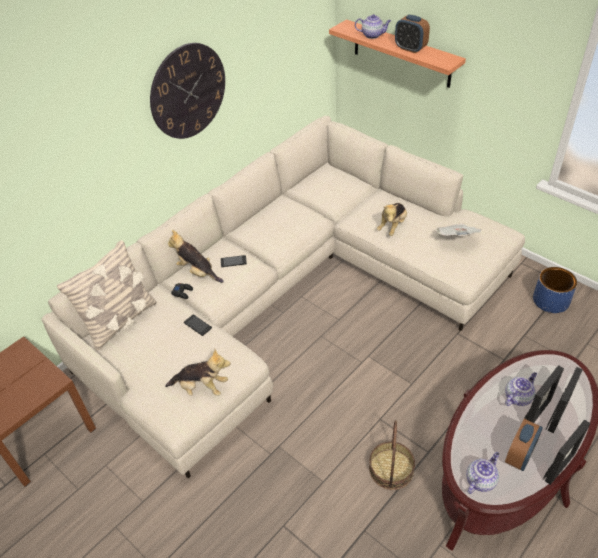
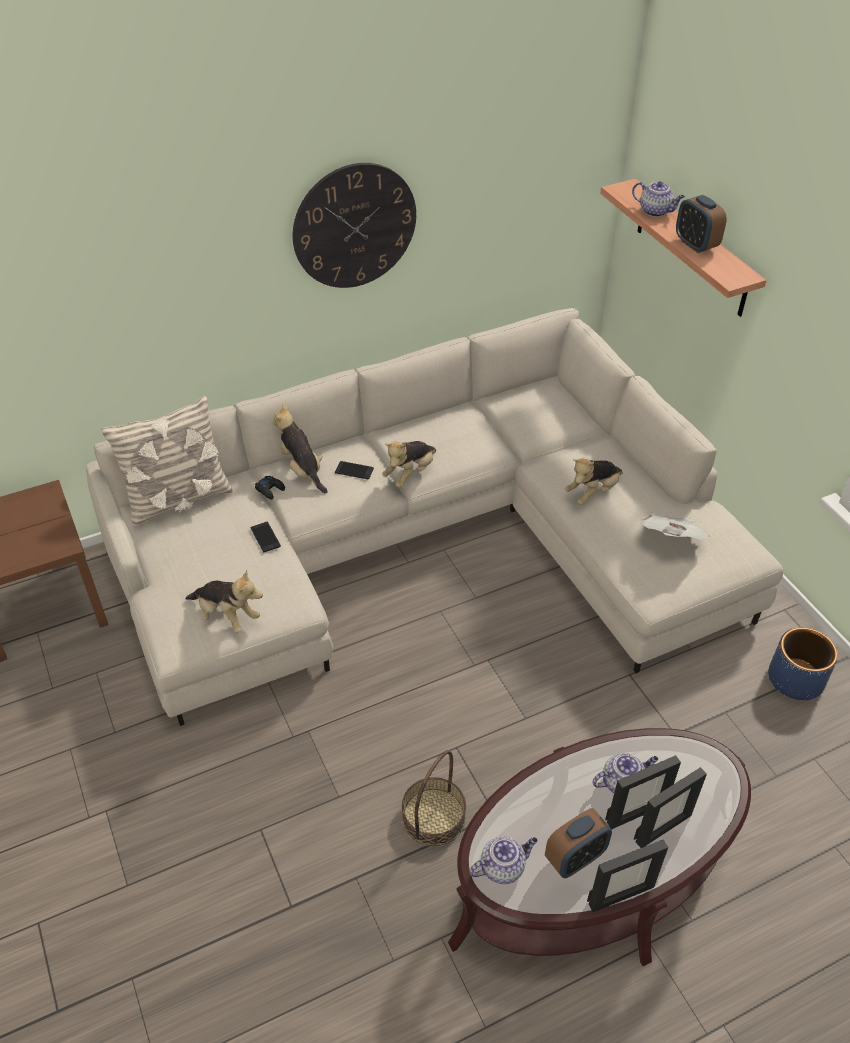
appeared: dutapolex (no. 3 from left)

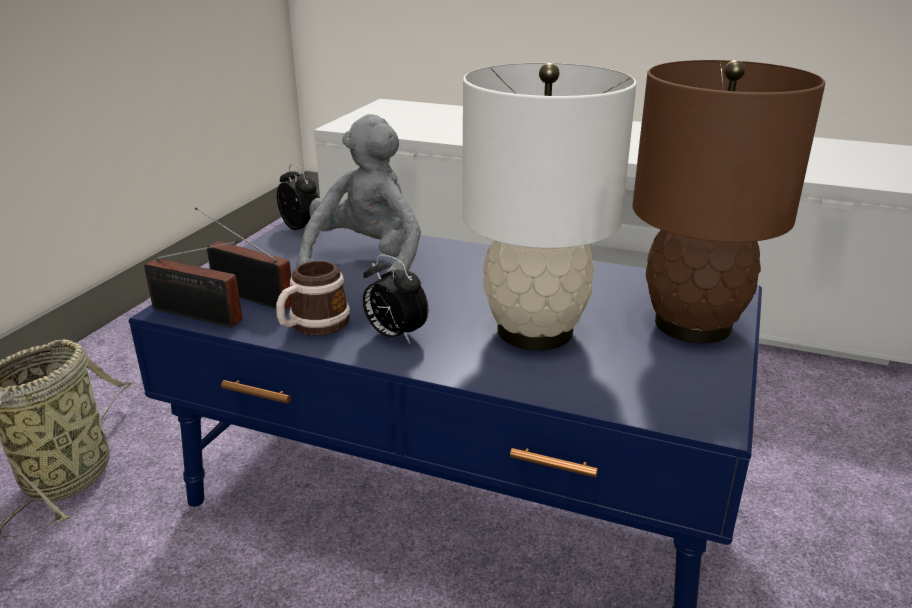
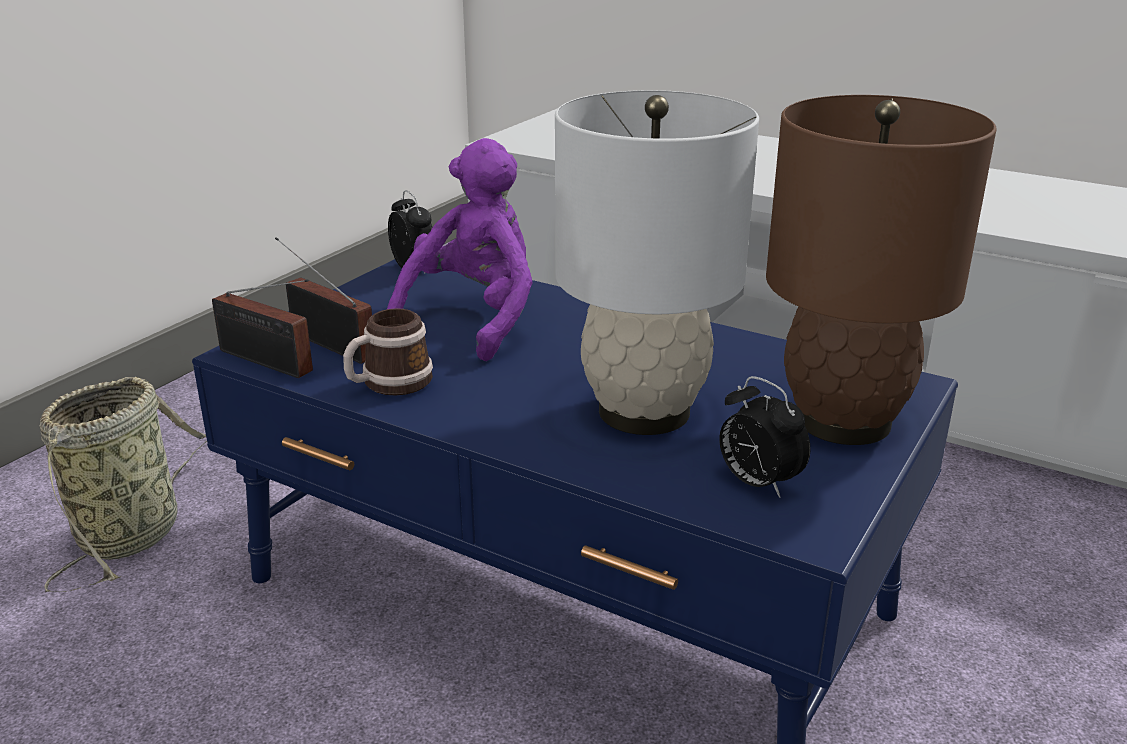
relocated: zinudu (no. 2 from left)
colour: dutapolex (grey) to dutapolex (purple)

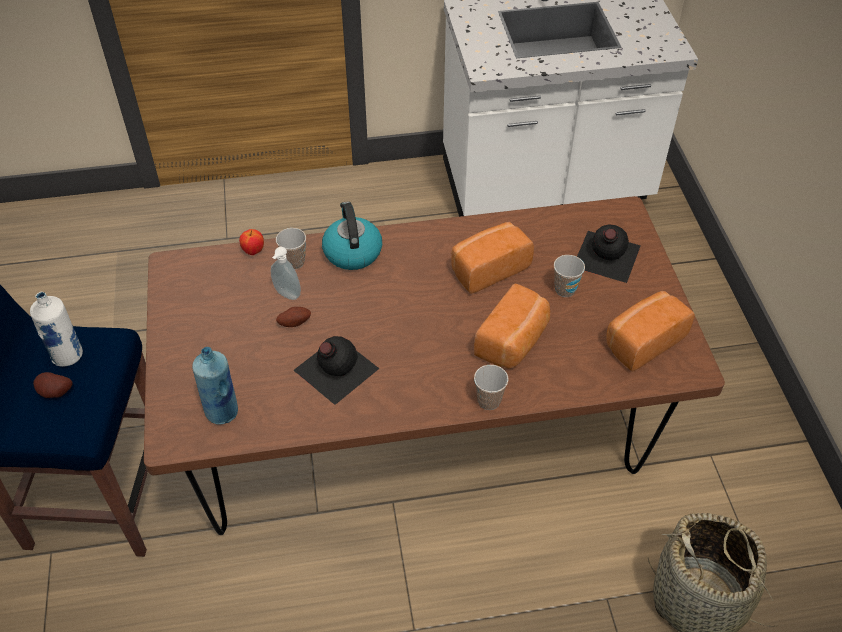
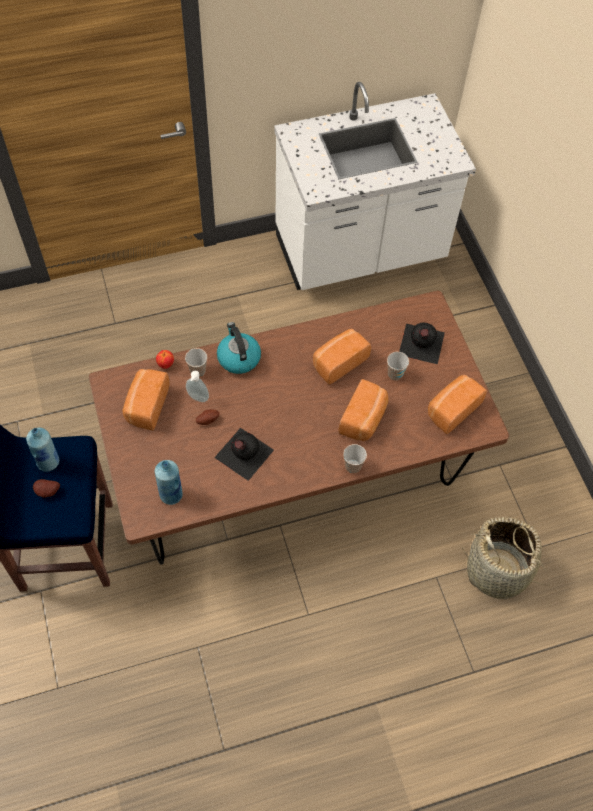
appeared: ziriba (no. 1 from left)
colour: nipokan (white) to nipokan (blue) (no. 1 from left)

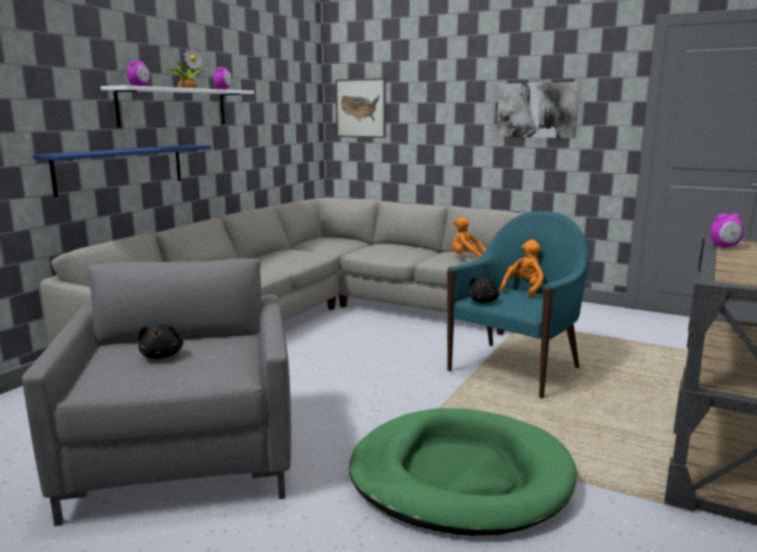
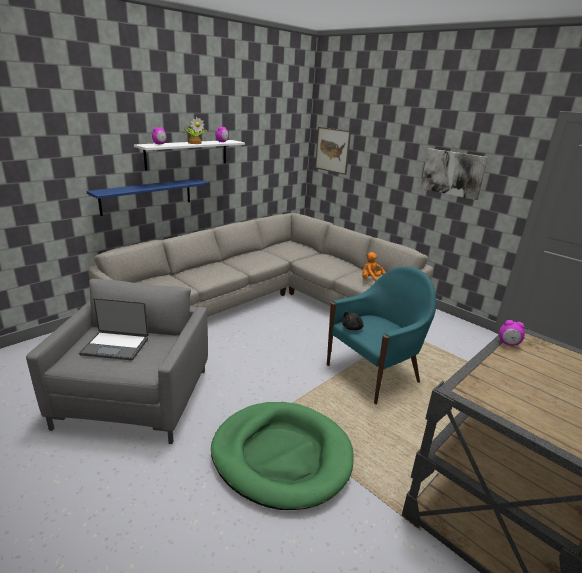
missing: dutapolex (orange) (no. 2 from left)
exchanged: dutapolex (black) (no. 1 from left) to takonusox

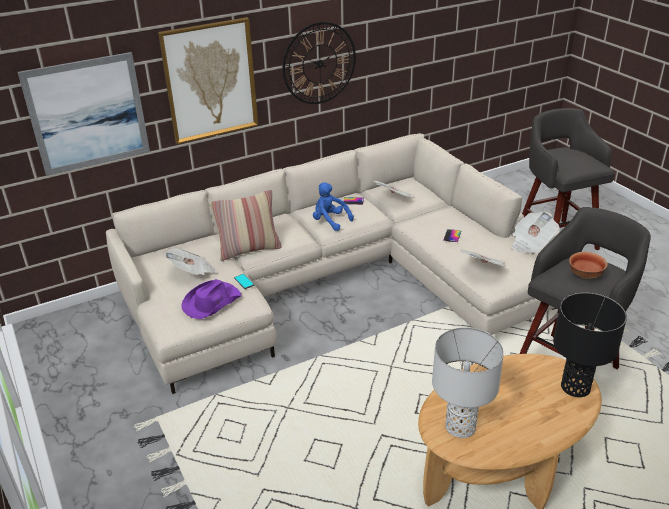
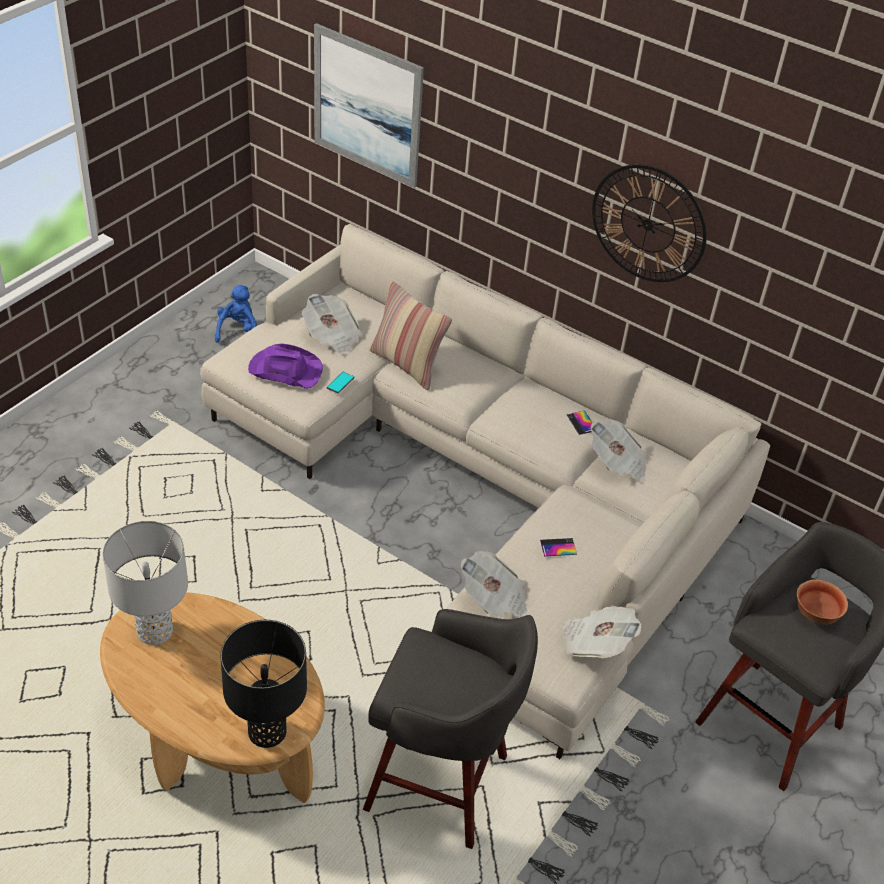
missing: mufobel (no. 2 from left)
relocated: dutapolex (blue); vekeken

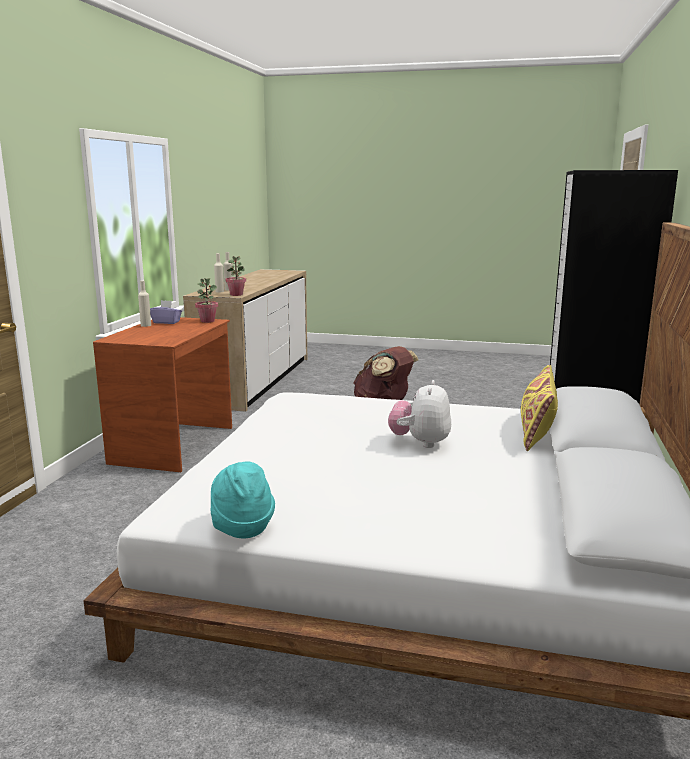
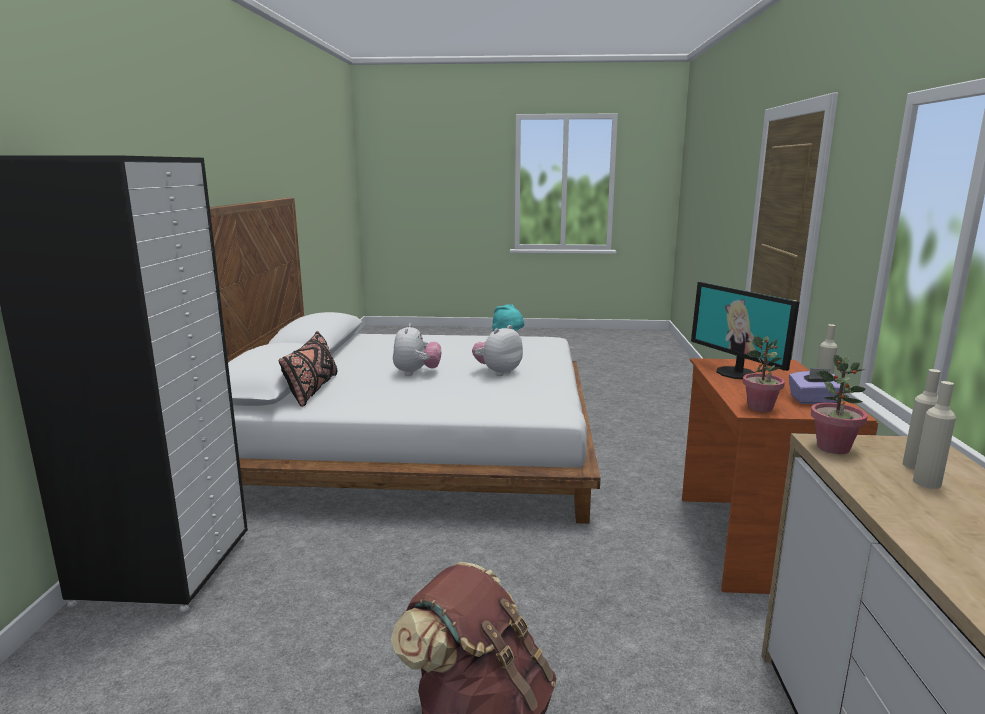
appeared: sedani; dutapolex (no. 2 from left)
colour: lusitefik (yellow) to lusitefik (black)

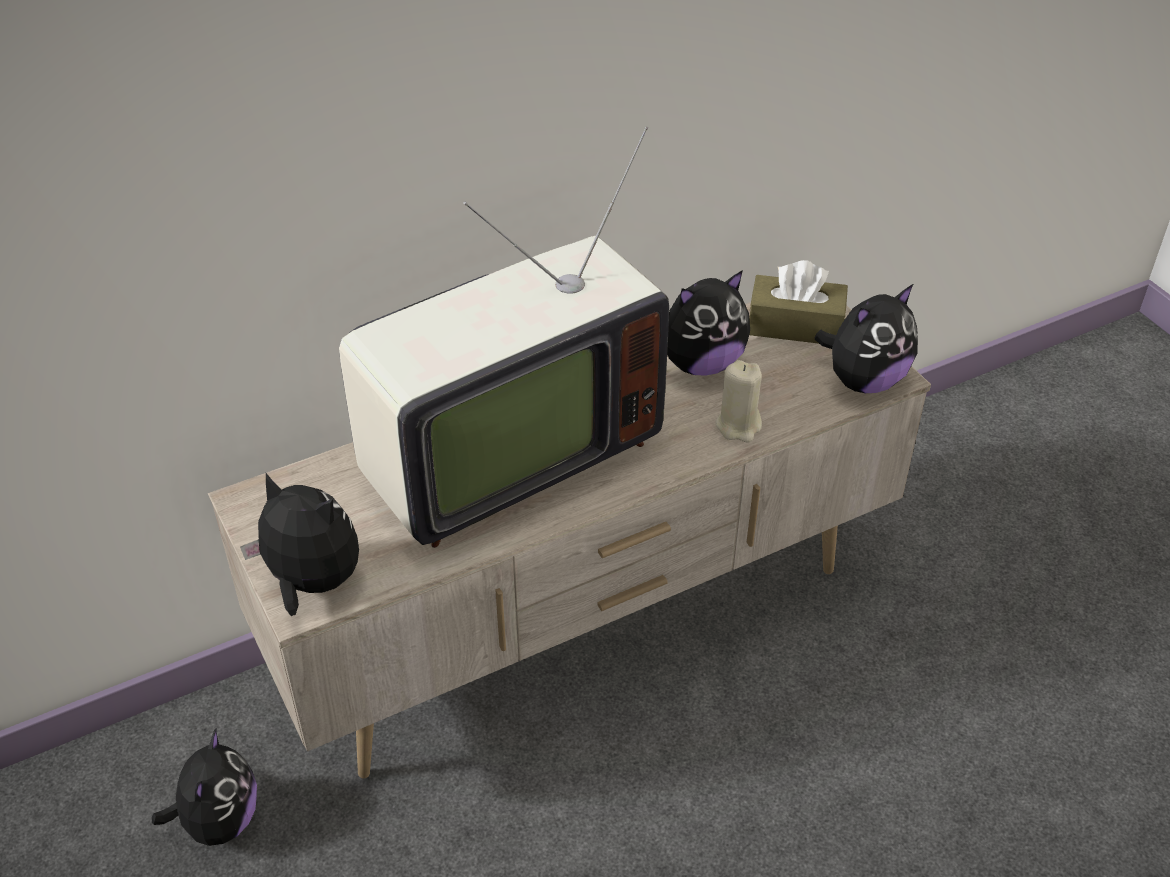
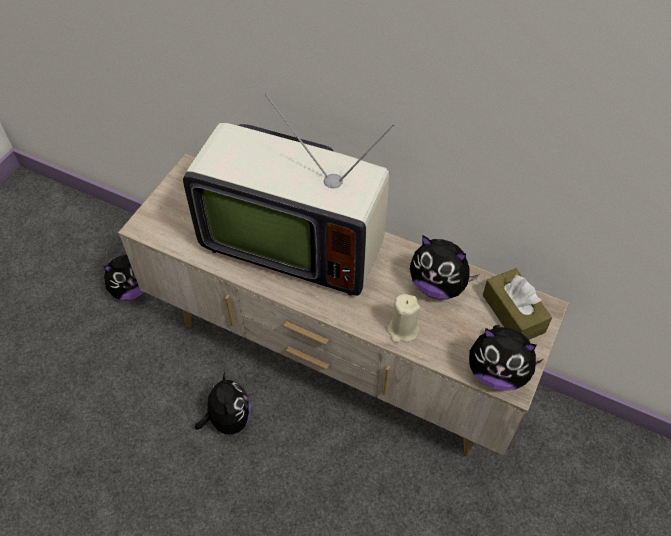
relocated: dutapolex (no. 2 from left)

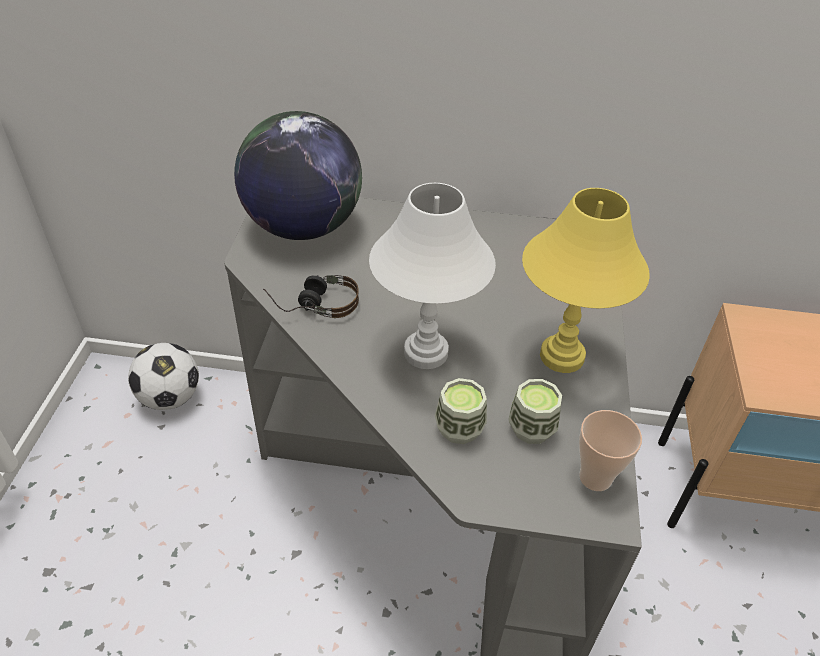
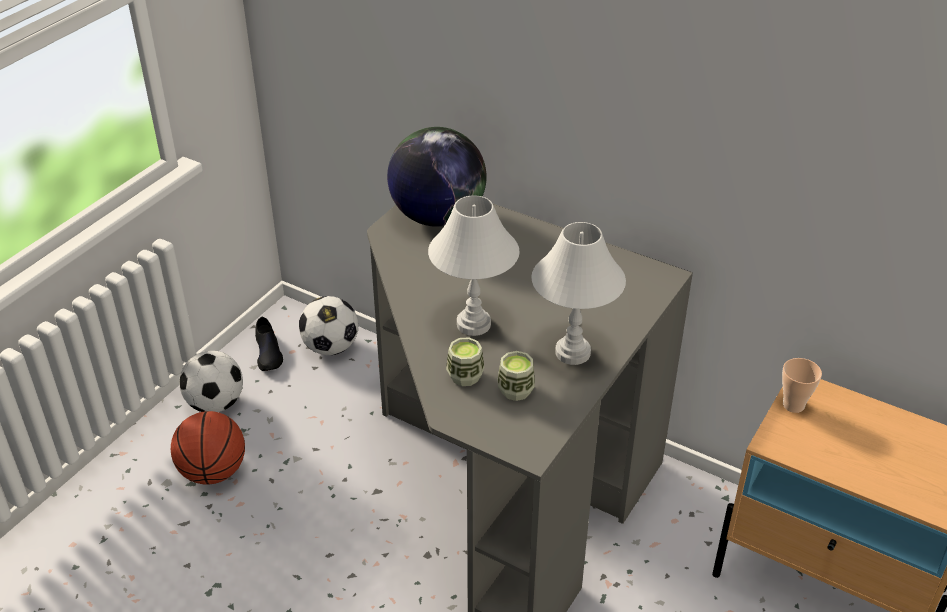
missing: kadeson
appeared: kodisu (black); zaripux (no. 1 from left); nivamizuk
relocated: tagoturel (no. 3 from left)
colour: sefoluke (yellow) to sefoluke (white) (no. 2 from left)

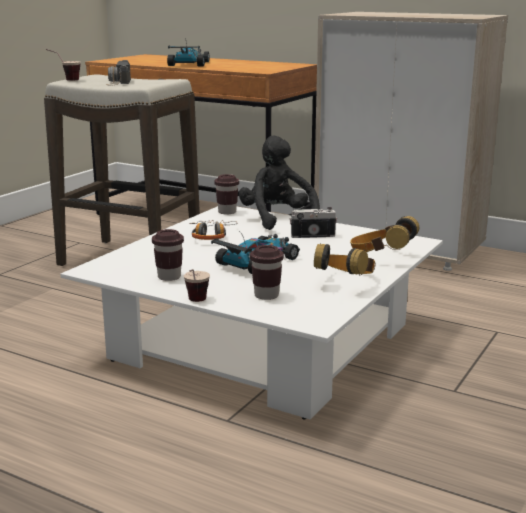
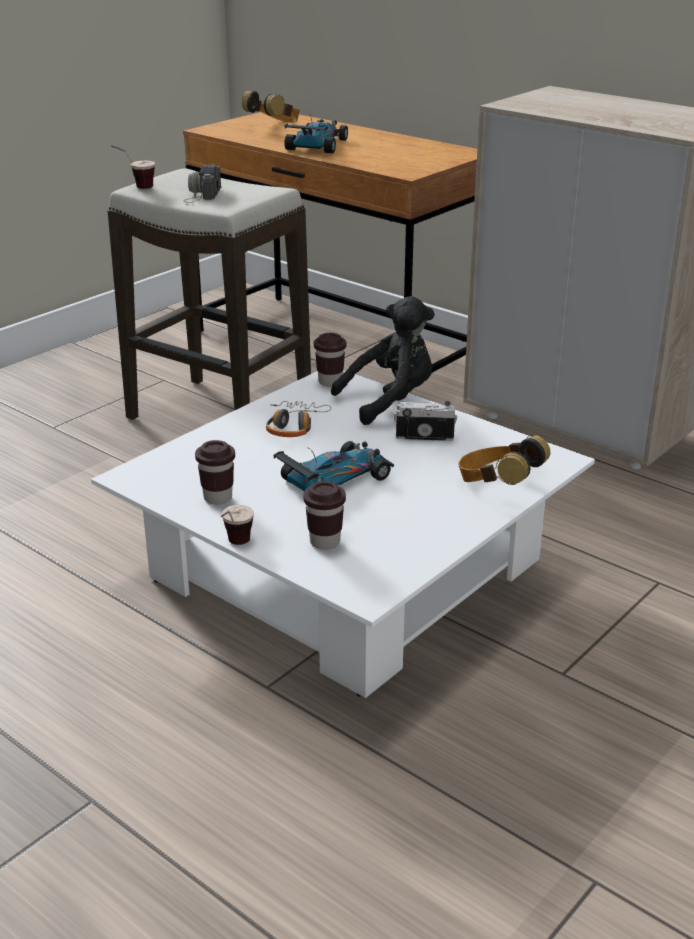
relocated: kadeson (no. 2 from left in the first image) to kadeson (no. 1 from left)
spun: dutapolex (black) 75 degrees clockwise

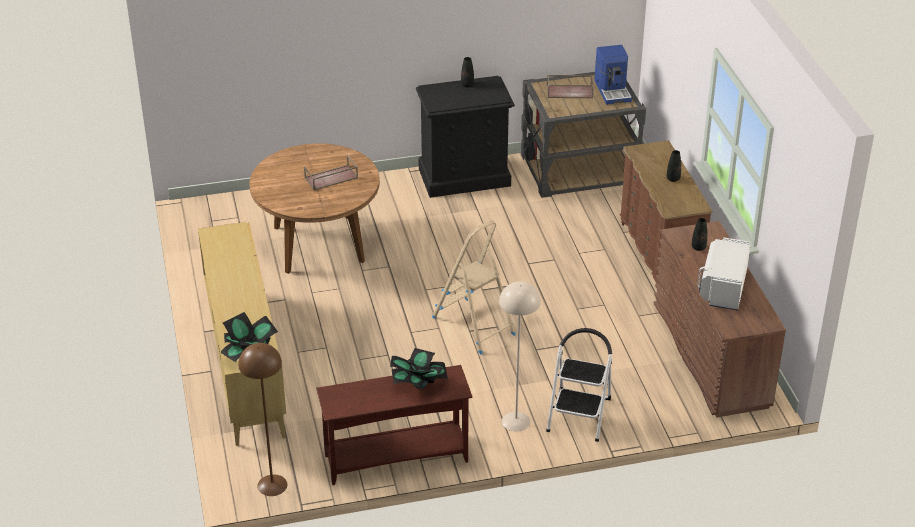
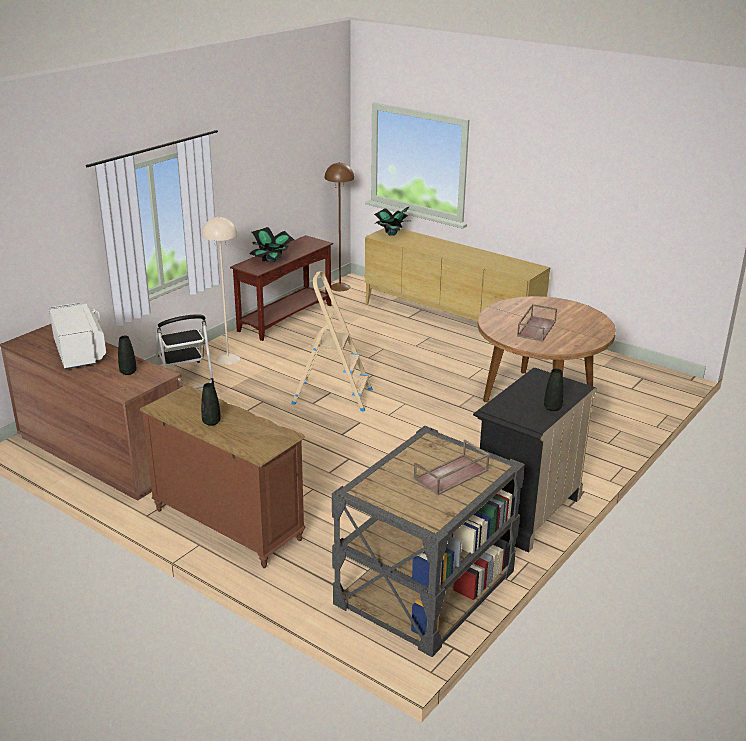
missing: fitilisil

